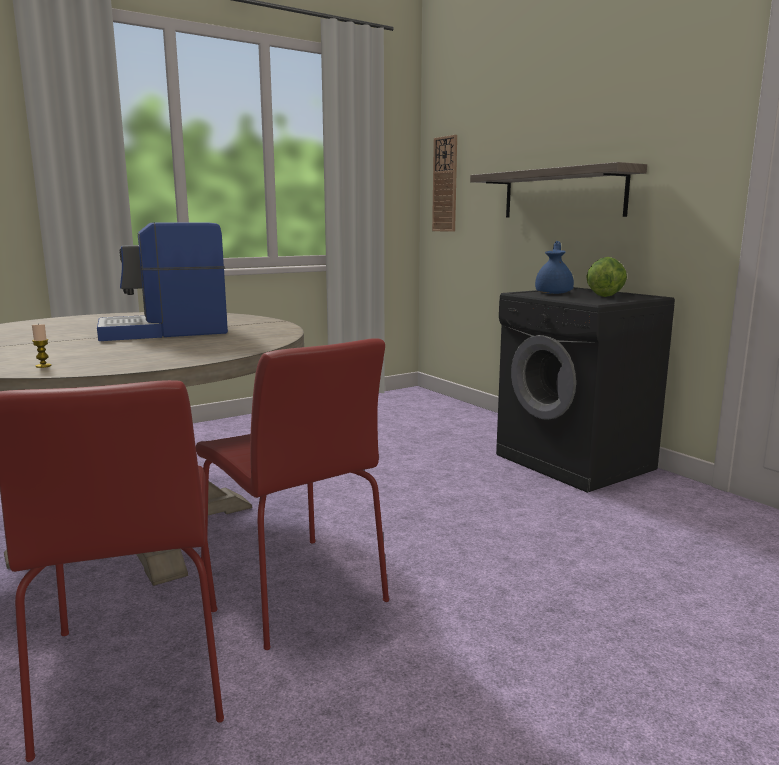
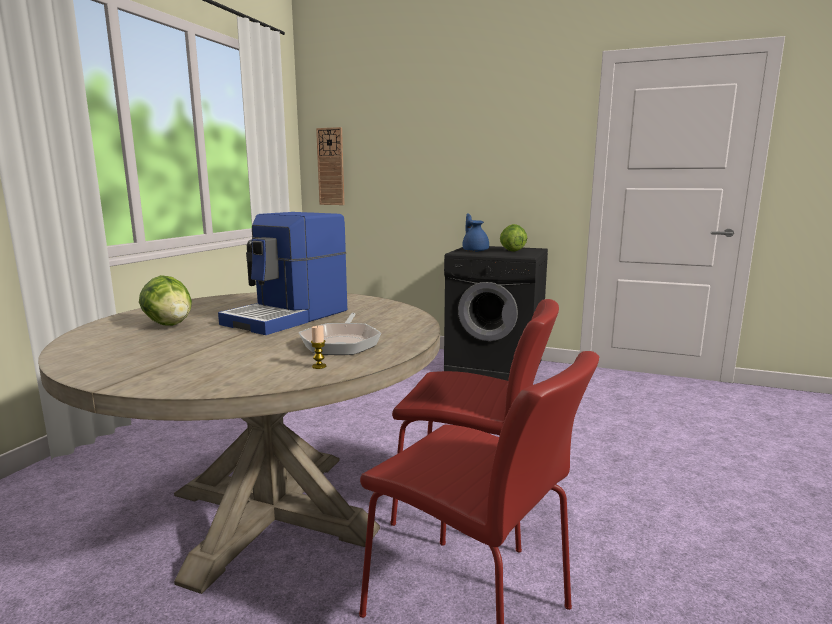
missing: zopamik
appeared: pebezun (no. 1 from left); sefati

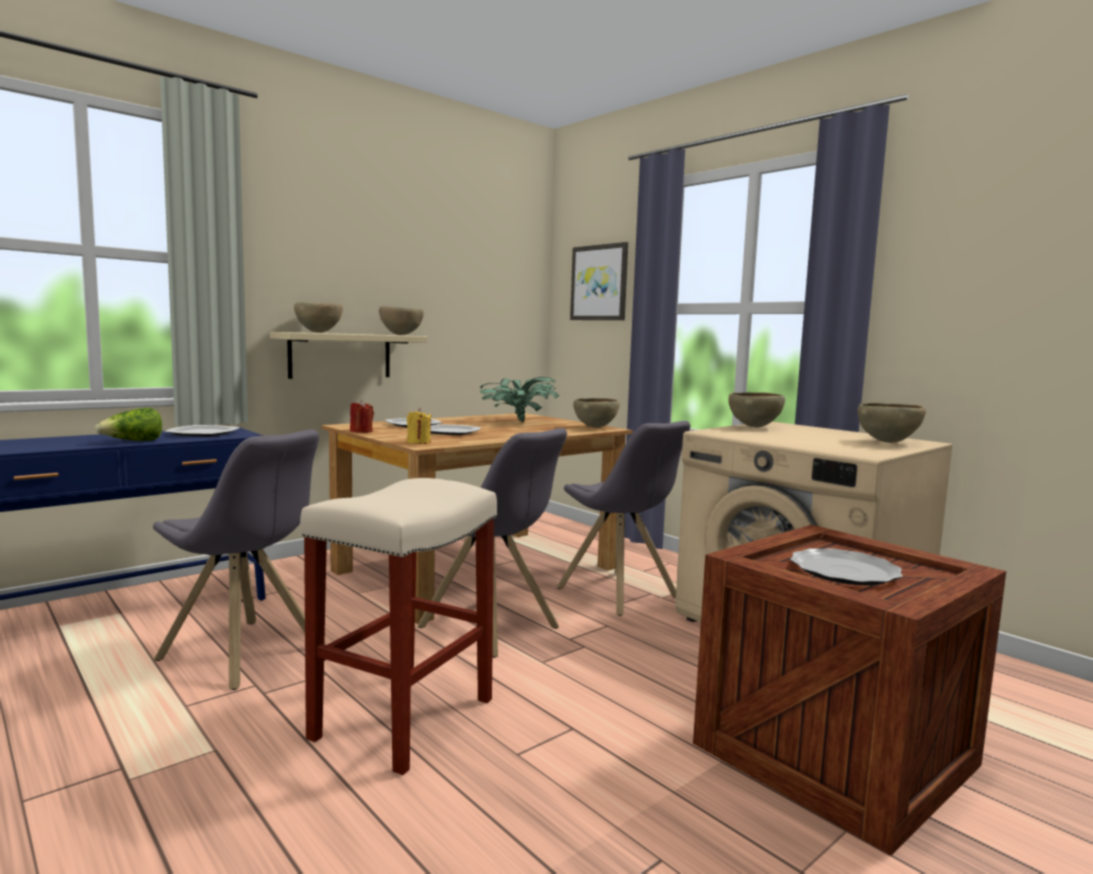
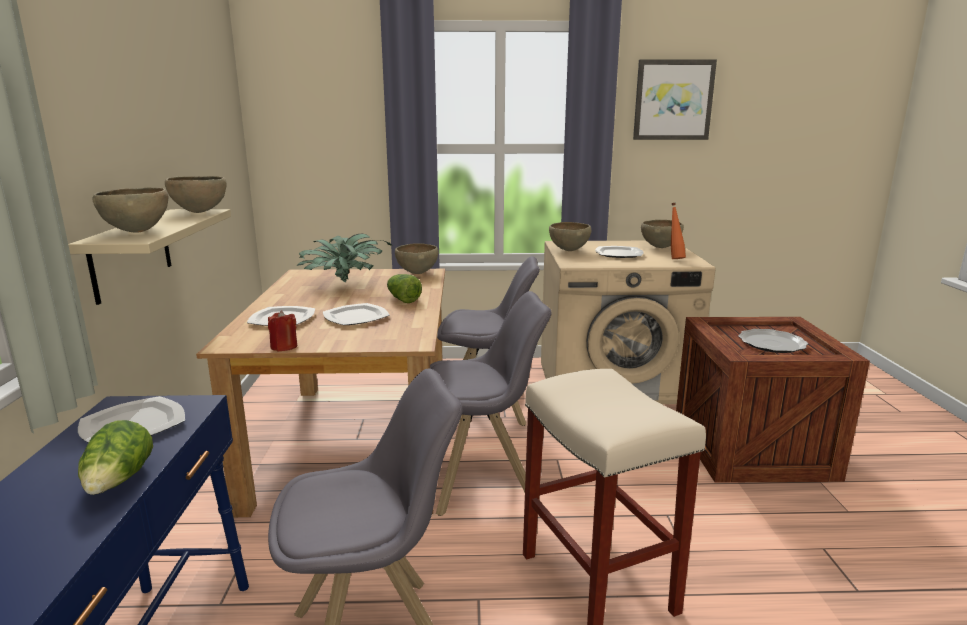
missing: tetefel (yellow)
appeared: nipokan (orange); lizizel (no. 4 from left); pebezun (no. 2 from left)
relocated: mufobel

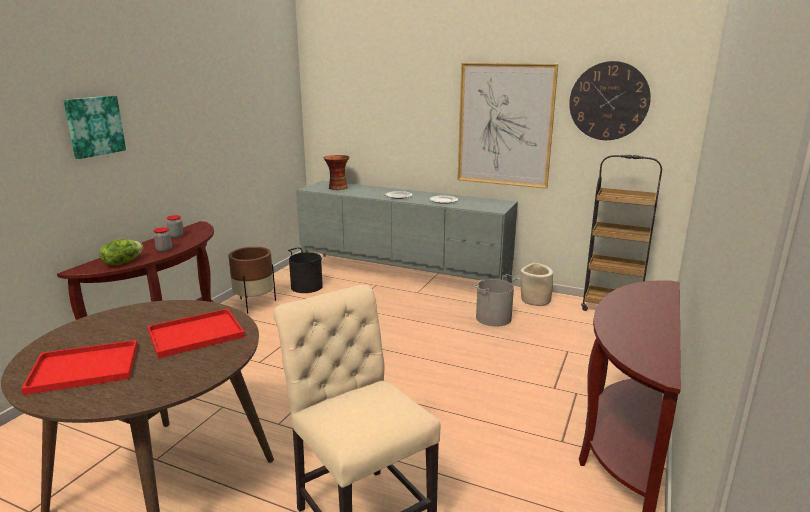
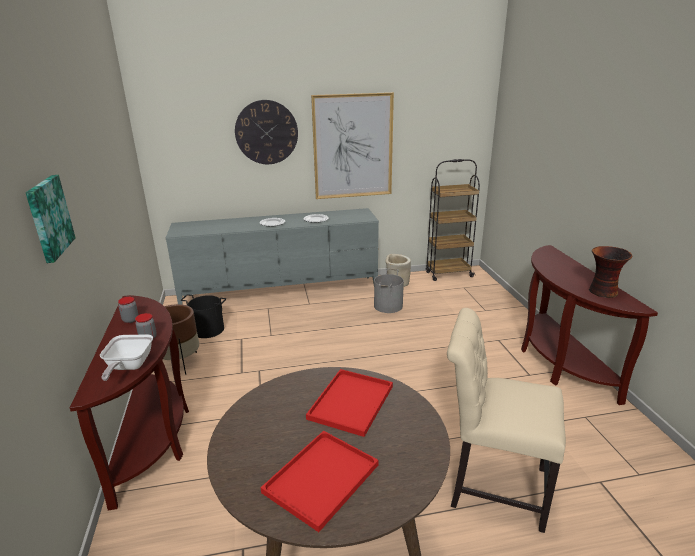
relocated: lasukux; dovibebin
exchanged: pebezun to sefati

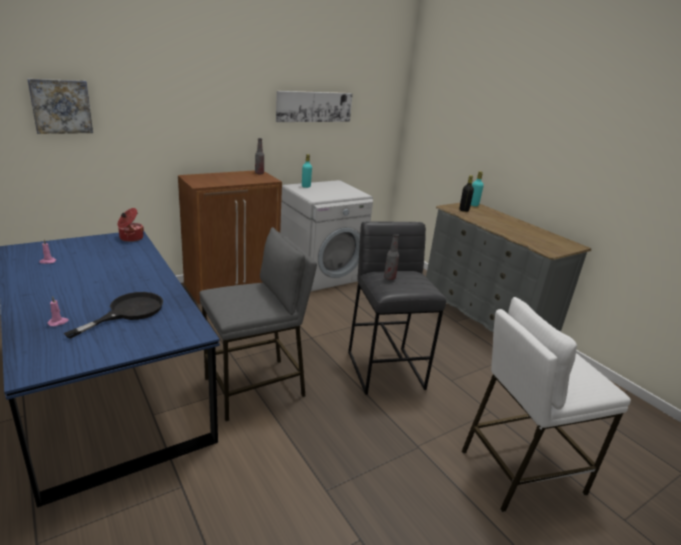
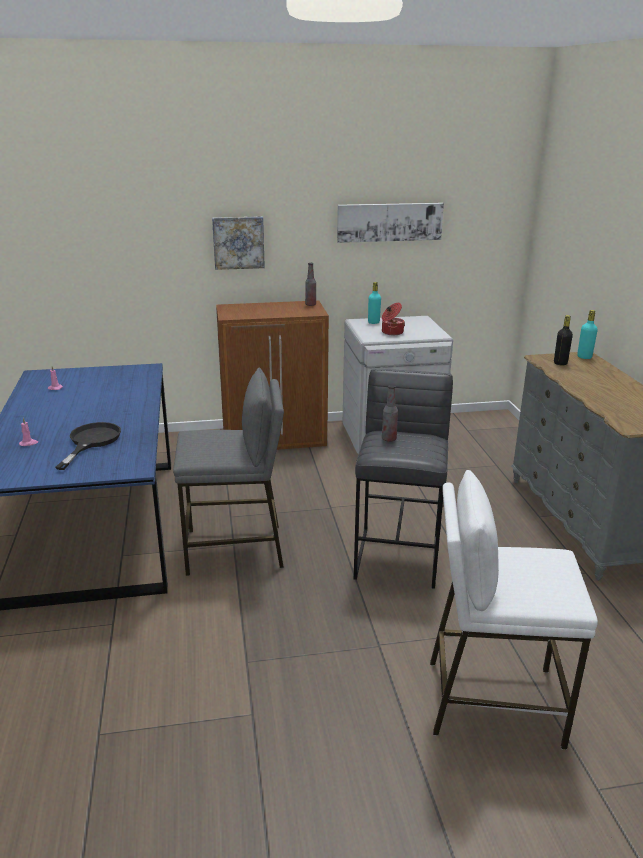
relocated: mufobel (no. 1 from left); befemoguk
spun: sefati (black) 45 degrees counterclockwise

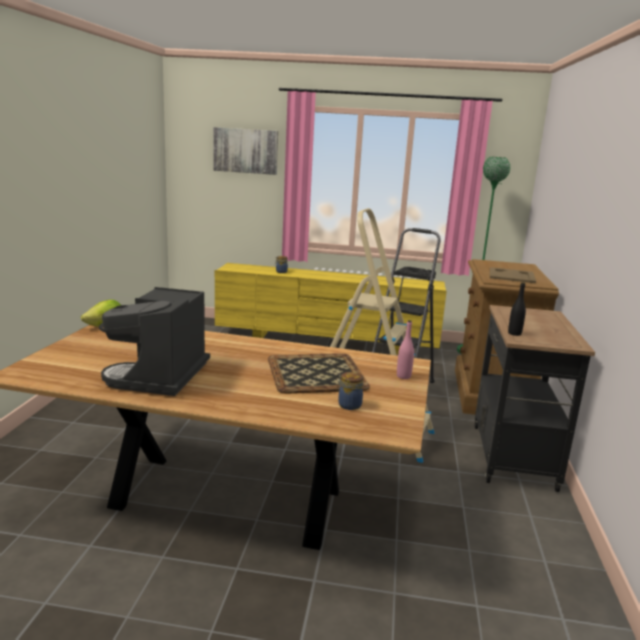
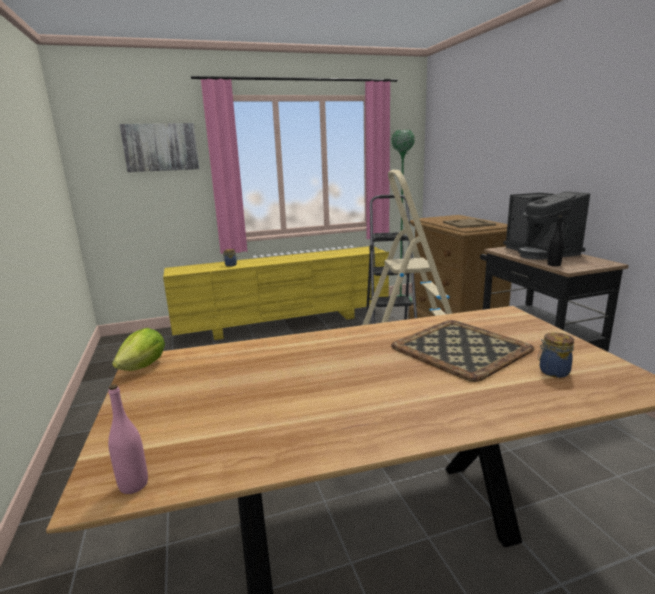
relocated: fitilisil; nipokan (pink)

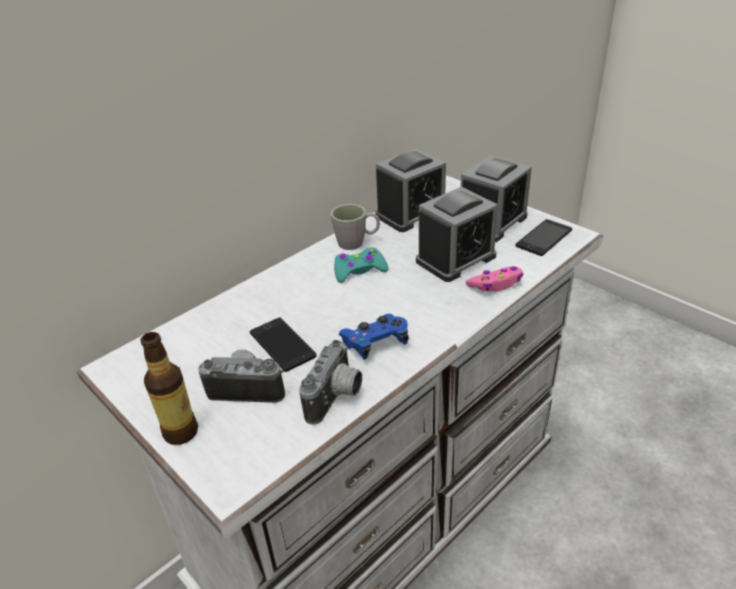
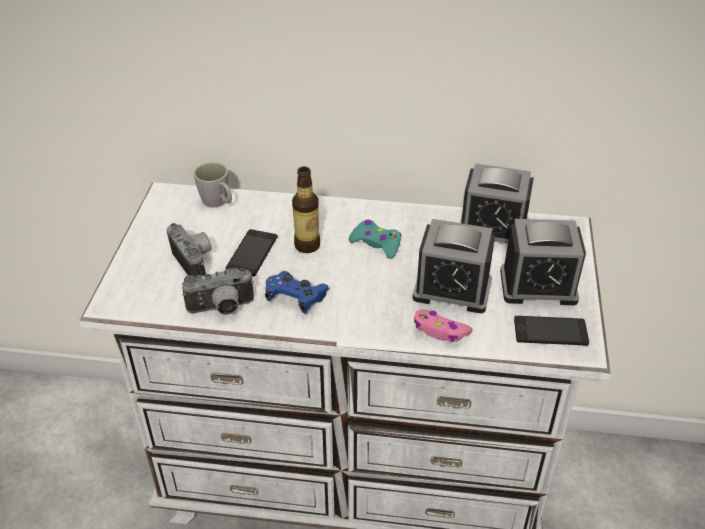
relocated: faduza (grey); nipokan

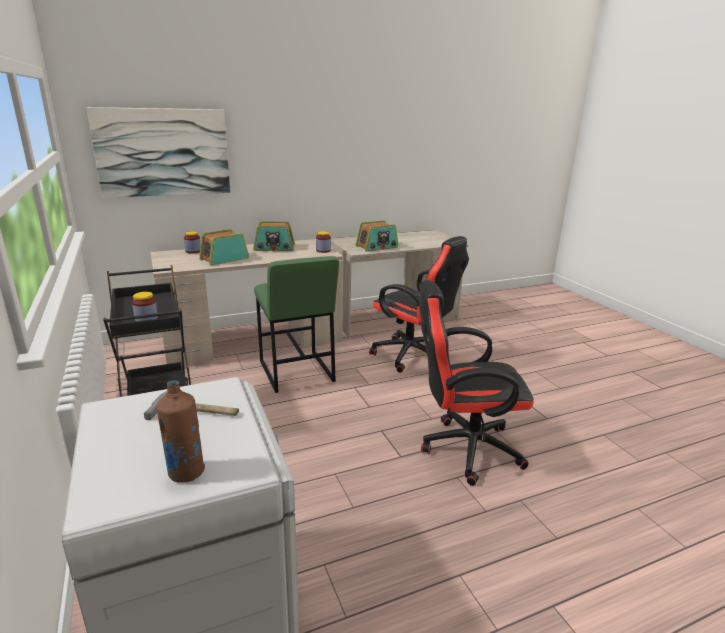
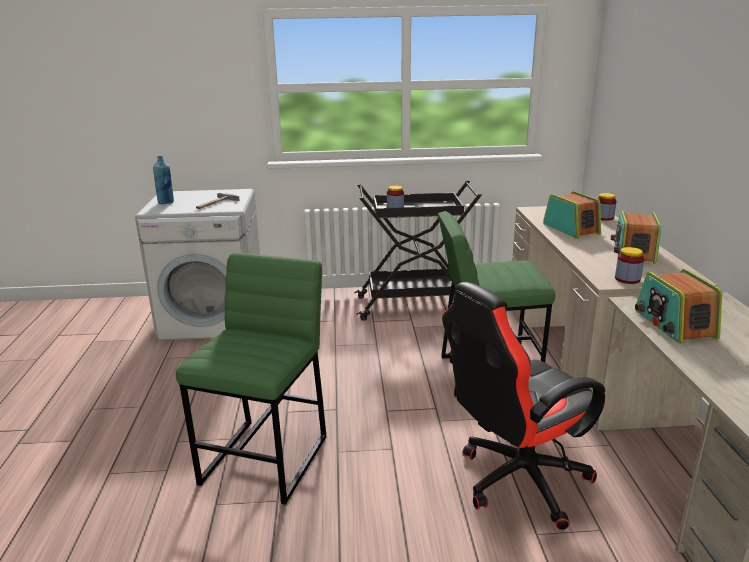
missing: mufobel
exchanged: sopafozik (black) (no. 2 from left) to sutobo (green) (no. 1 from left)
colour: nipokan (brown) to nipokan (blue)

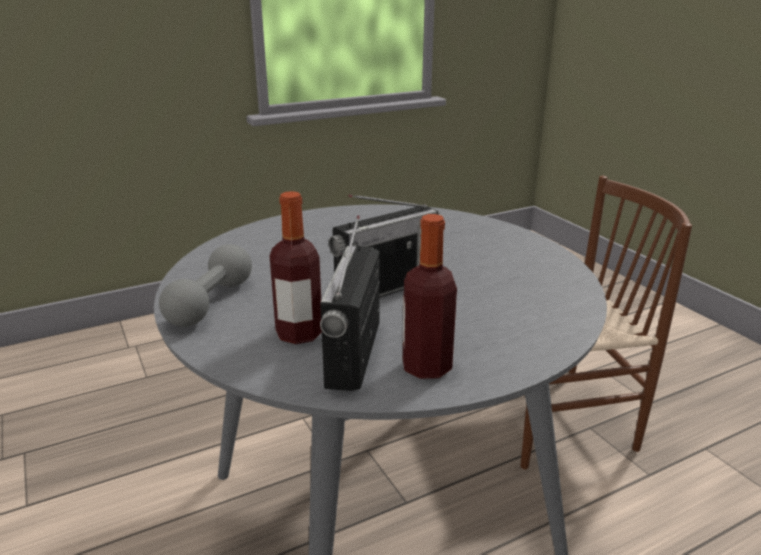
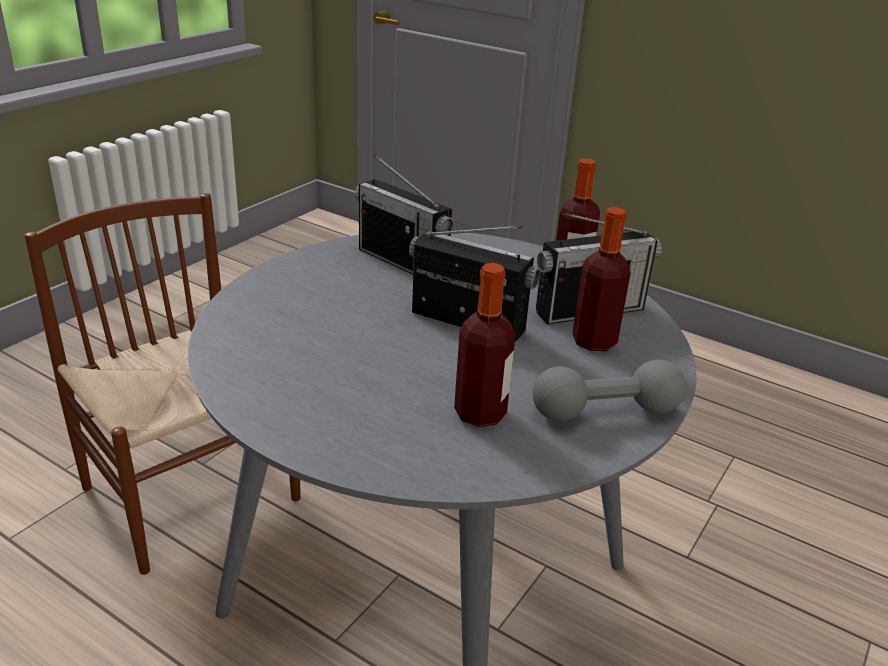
appeared: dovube (no. 1 from left); nipokan (no. 1 from left)

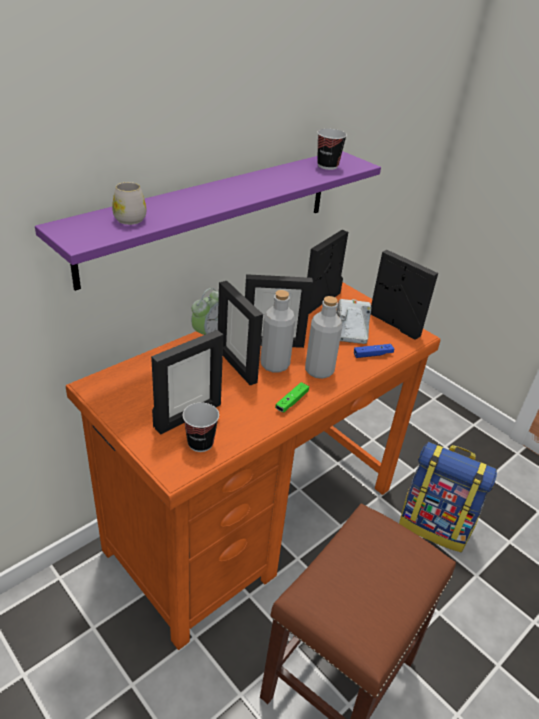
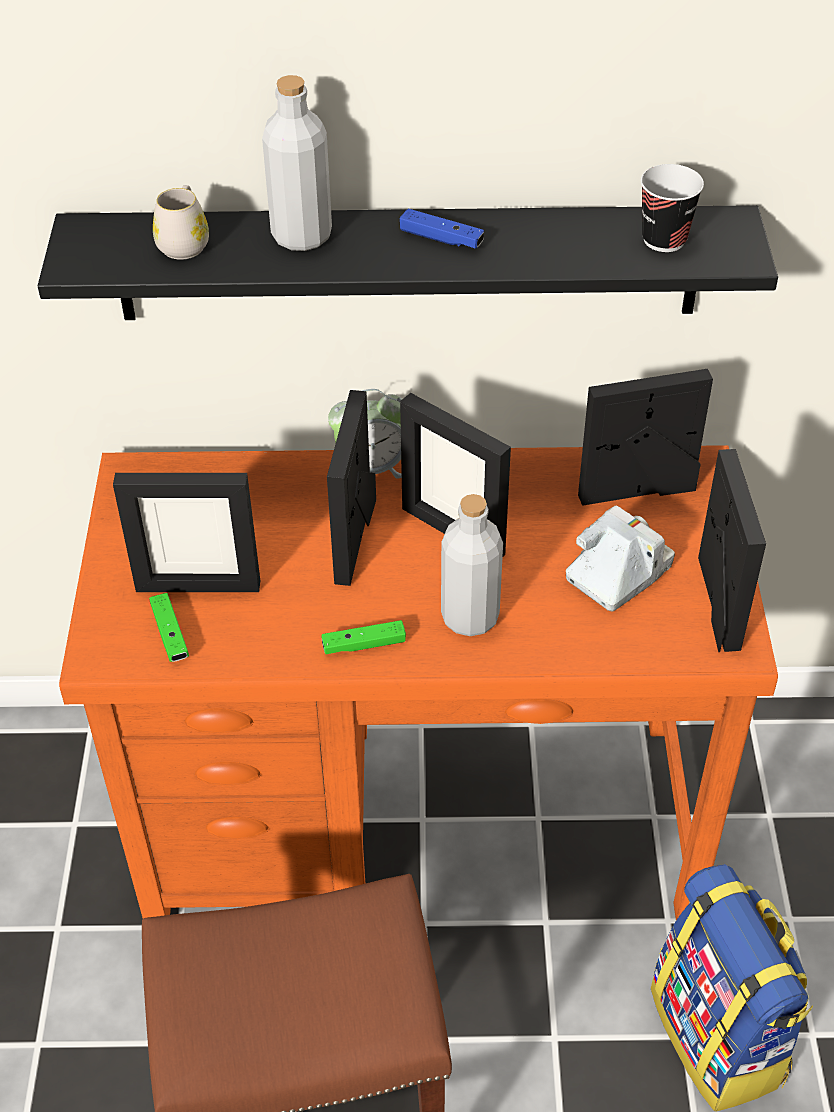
relocated: nipokan (grey) (no. 1 from left); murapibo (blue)
exchanged: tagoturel (no. 1 from left) to murapibo (green) (no. 1 from left)
colour: zopamik (purple) to zopamik (black)

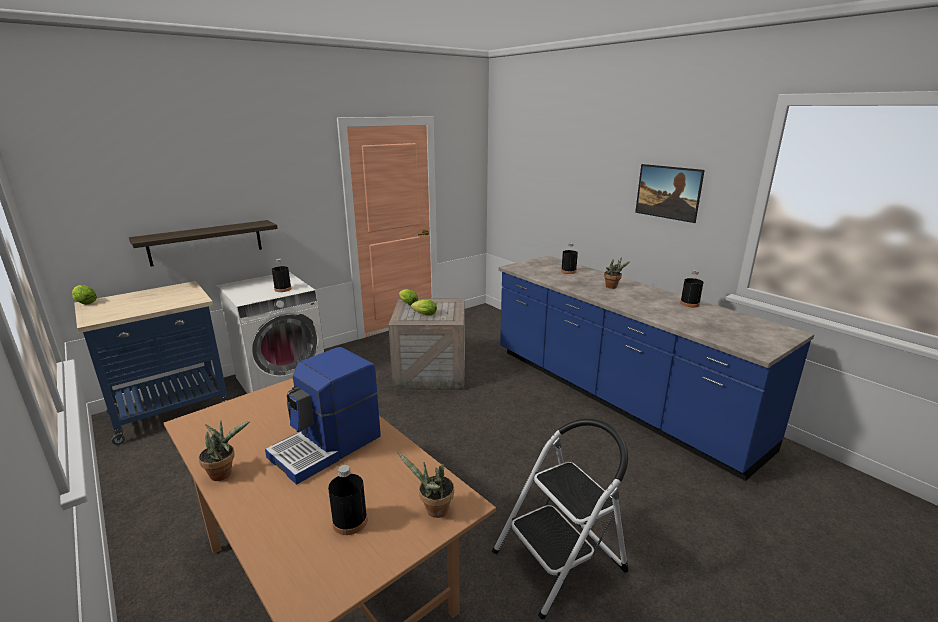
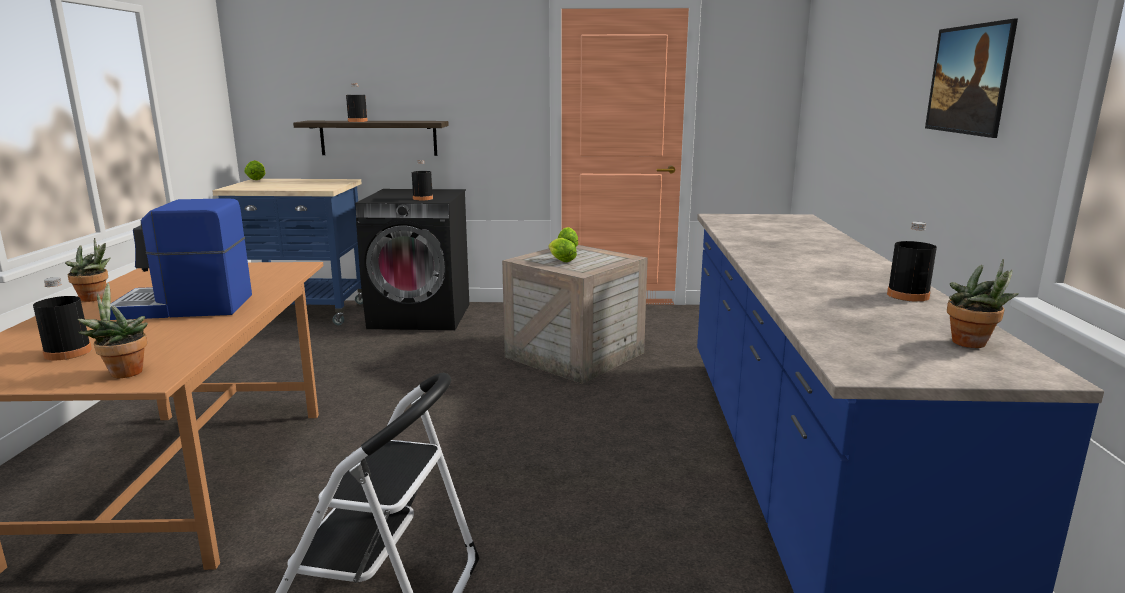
relocated: nipokan (black) (no. 3 from left in the first image) to nipokan (black) (no. 2 from left); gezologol (no. 3 from left)
colour: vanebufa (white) to vanebufa (black)

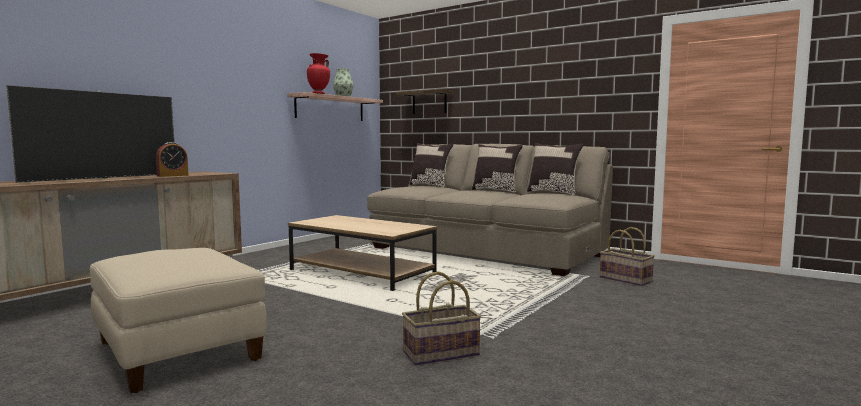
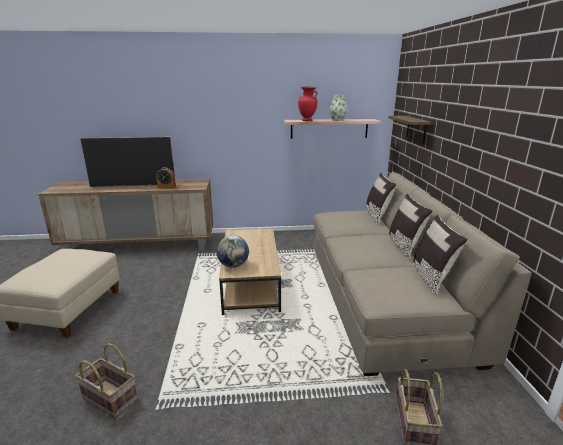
appeared: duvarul

